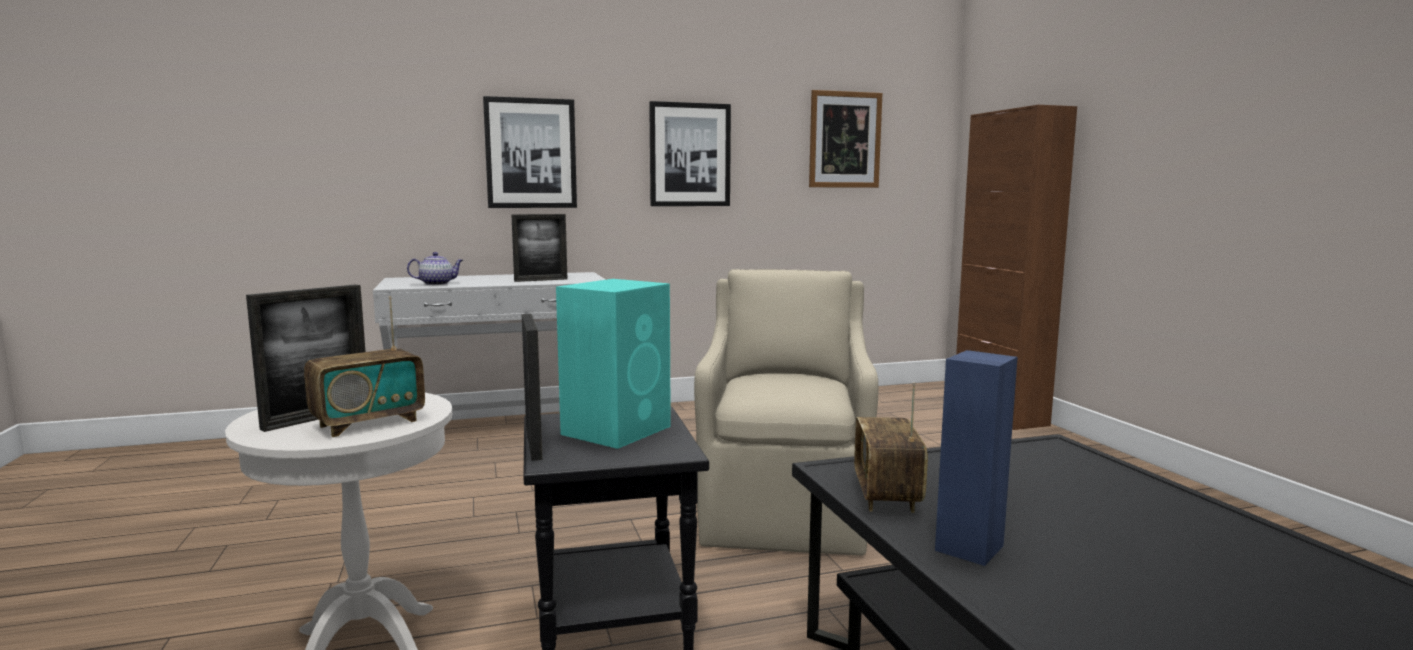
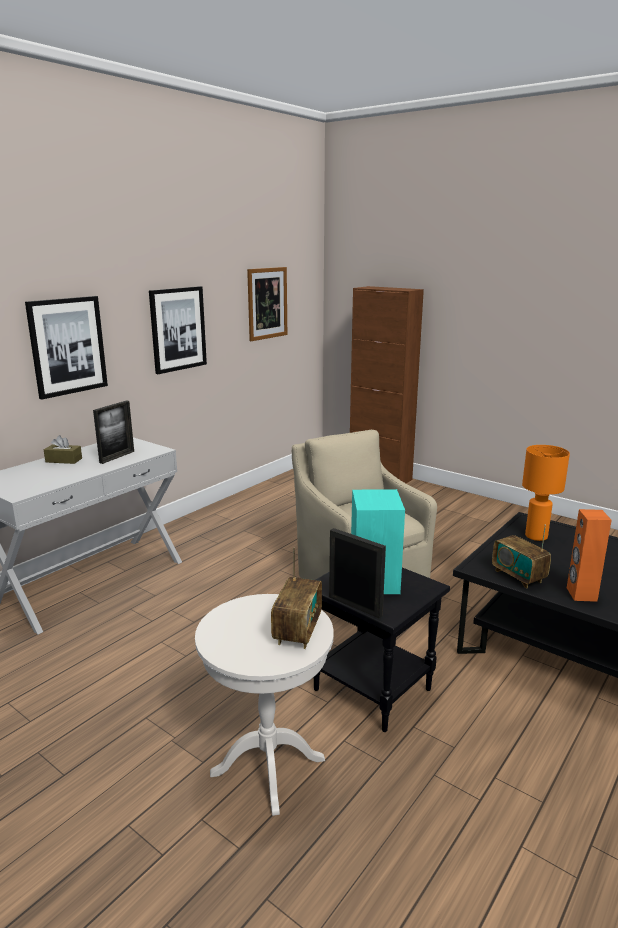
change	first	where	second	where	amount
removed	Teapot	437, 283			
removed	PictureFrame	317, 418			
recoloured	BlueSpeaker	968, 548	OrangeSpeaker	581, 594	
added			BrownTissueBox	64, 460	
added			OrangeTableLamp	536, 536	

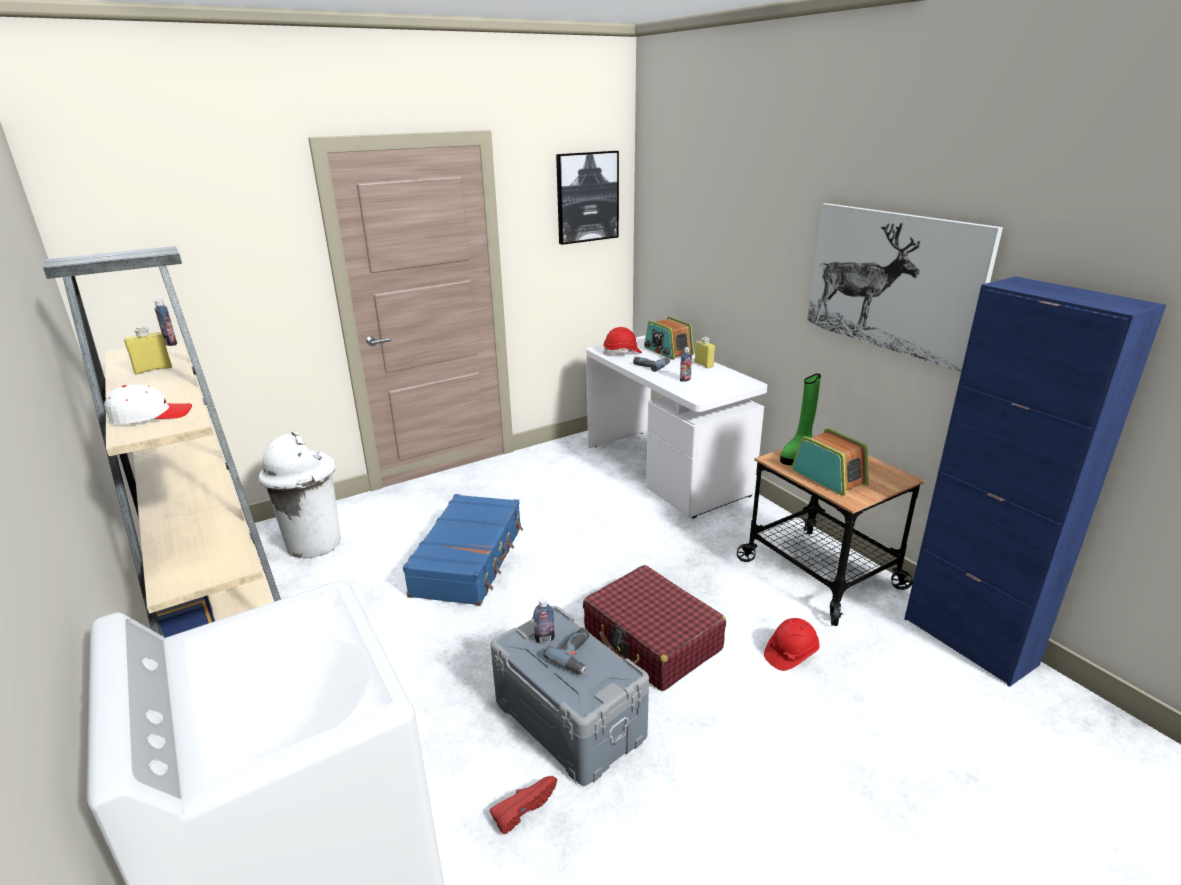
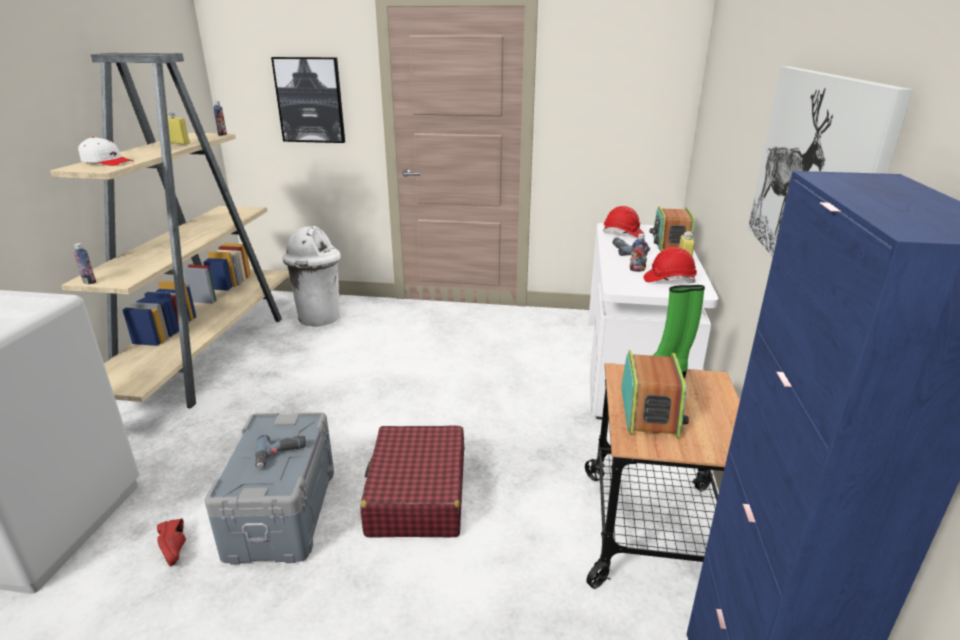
change	first	where	second	where	amount
moved	Picture	587, 197		310, 100	
removed	BlueSuitcase	469, 560			
moved	Bottle	545, 639		89, 282	
moved	RedHardHat	790, 654		669, 280	
turned	RedShoe	523, 807		177, 547	60 degrees clockwise

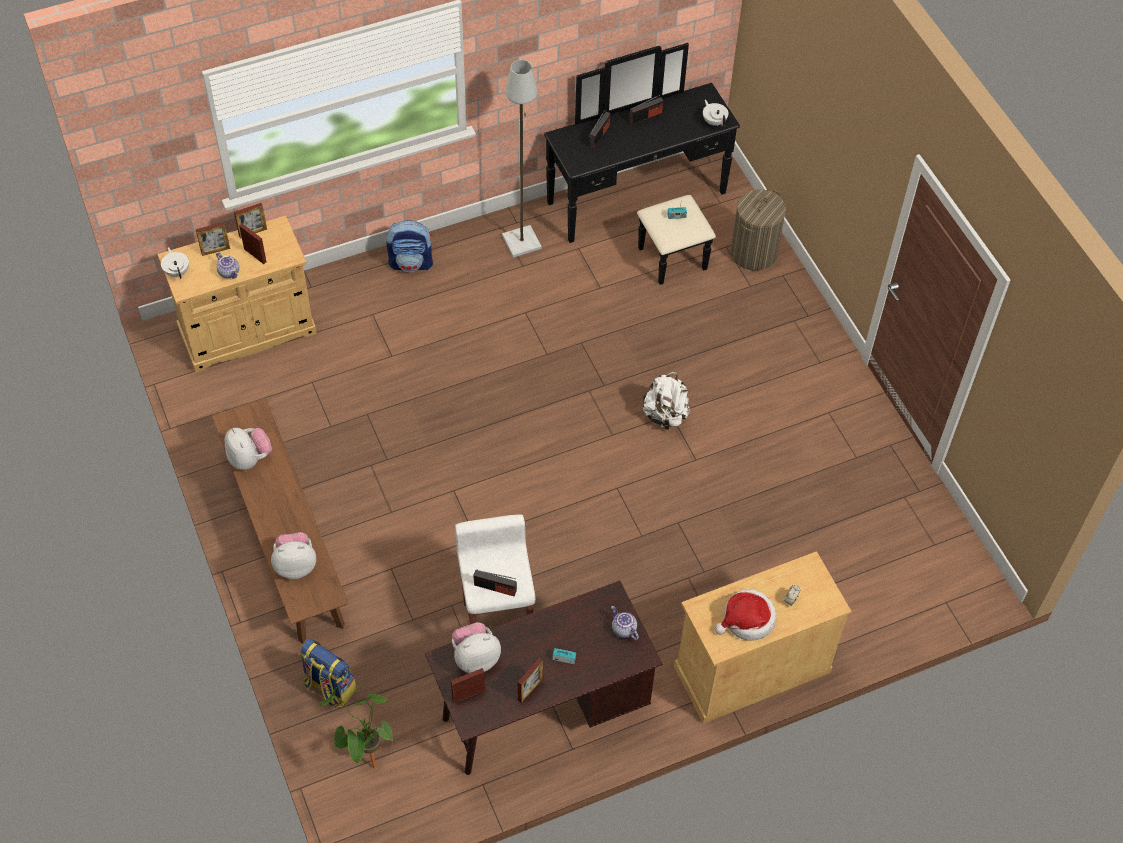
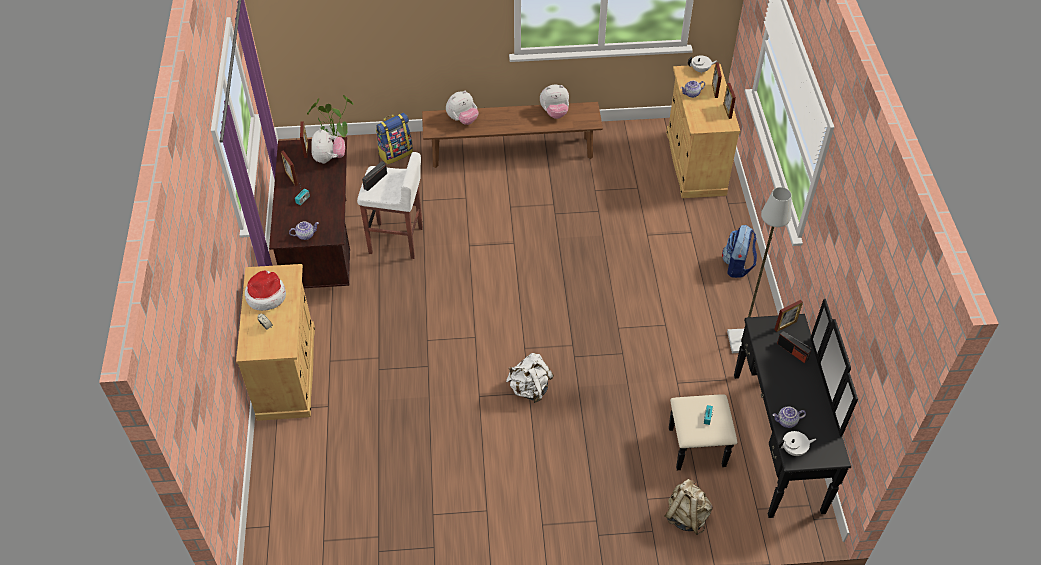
change	first	where	second	where	amount
removed	Radio	645, 116			
replaced	LaundryBasket	753, 253	BeigeBackpack	686, 515	
moved	PictureFrame	255, 255		785, 325	
turned	PlushToy	295, 565		462, 120	45 degrees clockwise
added			Teapot	786, 422	

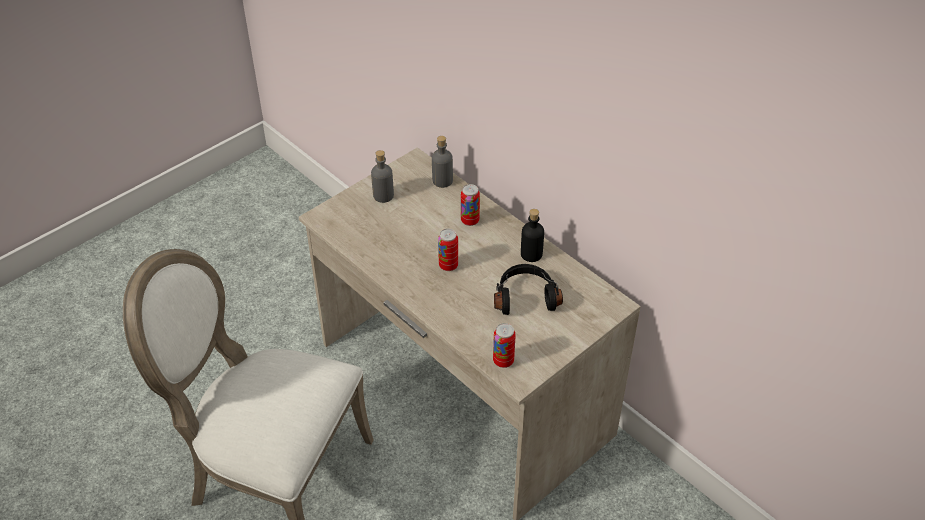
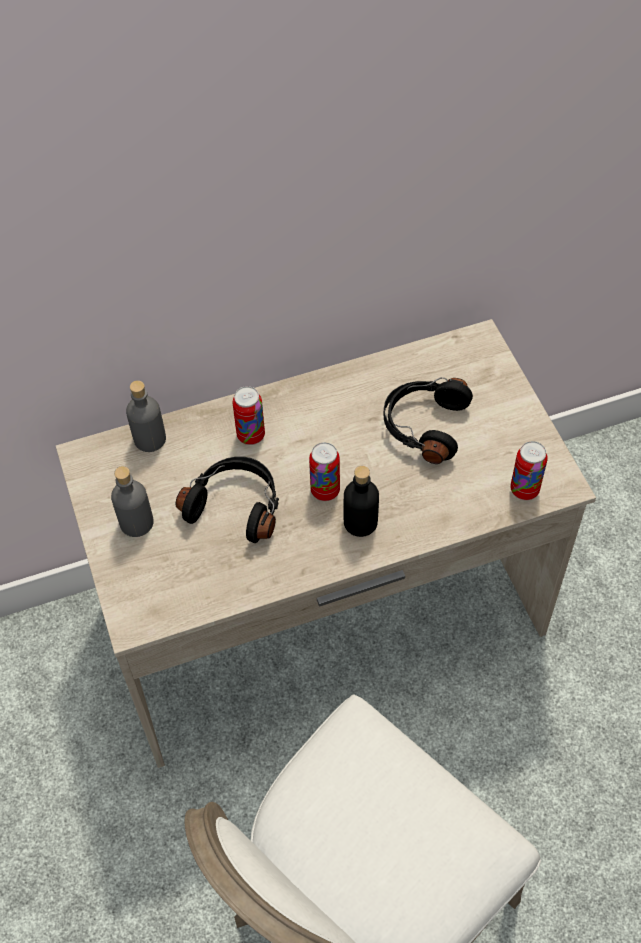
change	first	where	second	where	amount
moved	BlackBottle	531, 254		360, 522	
added			BlackHeadphones	236, 505	

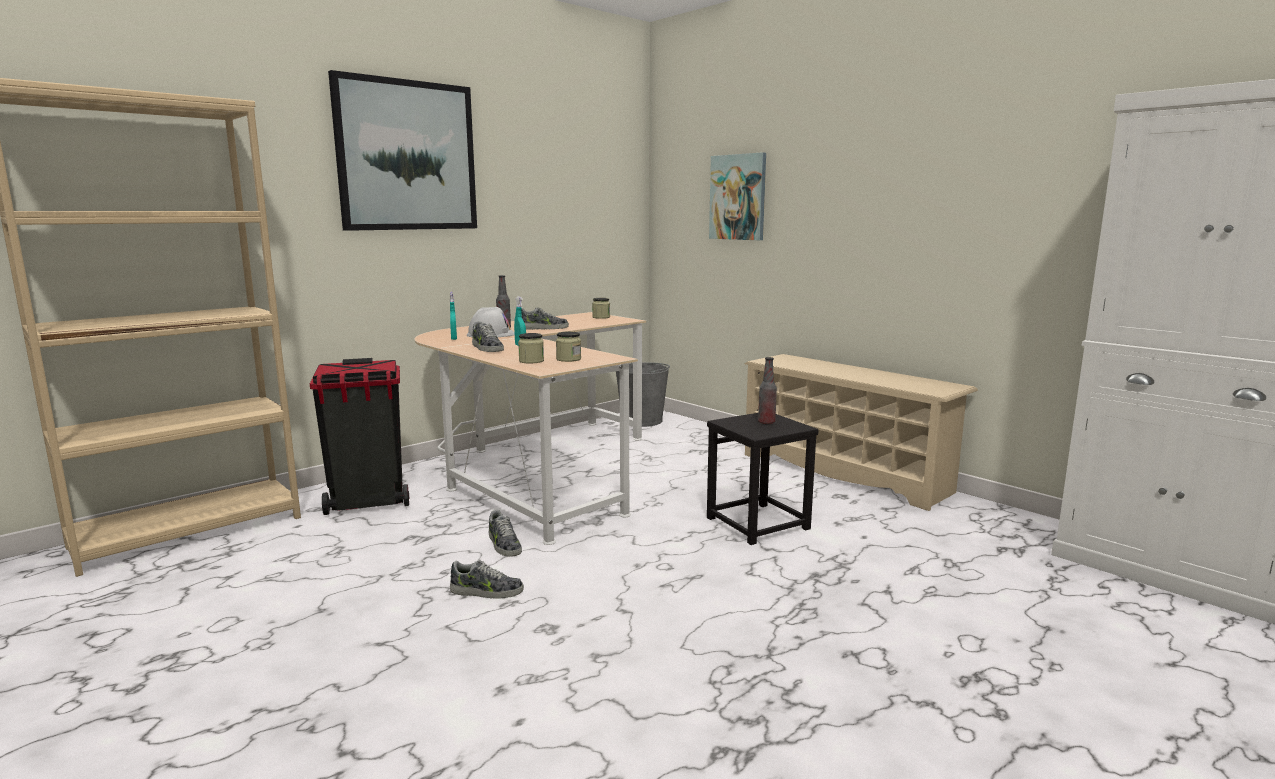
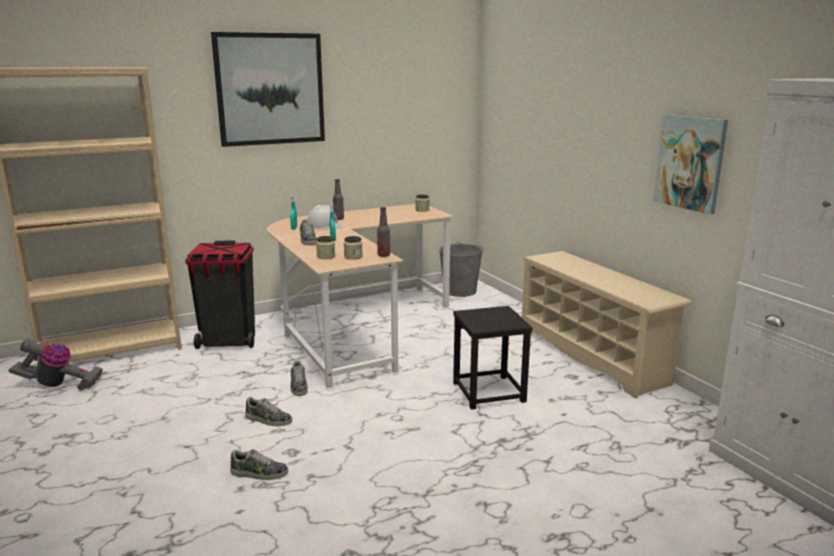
change	first	where	second	where	amount
moved	Picture	738, 197		690, 162	
moved	Shoe	544, 328		259, 473	
moved	Bottle	766, 422		383, 255	
added			VacuumCleaner	59, 385	

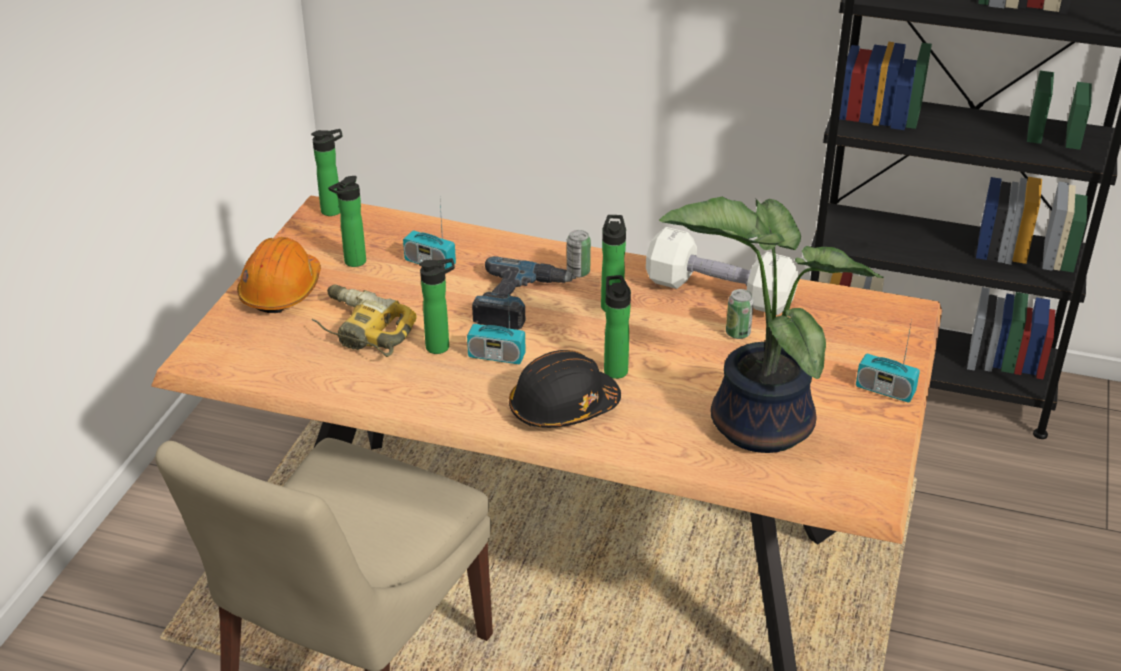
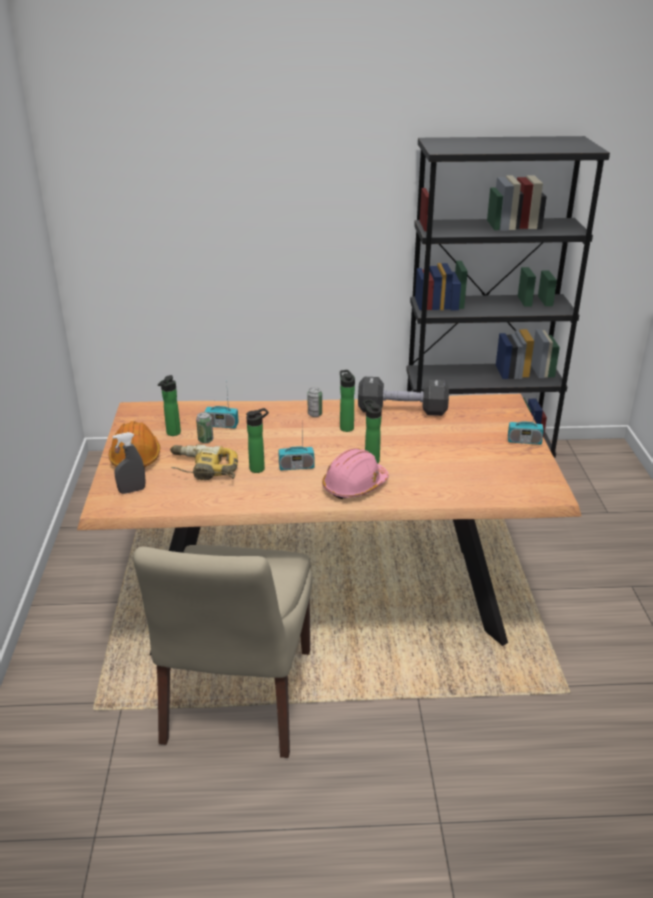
change	first	where	second	where	amount
removed	Bottle	334, 210			
removed	PottedPlant	755, 422			
recoloured	WhiteDumbbell	719, 293	BlackDumbbell	402, 410	
removed	PowerDrill	519, 301			
moved	Can	738, 333		205, 440	
recoloured	BlackHardHat	563, 408	PinkHardHat	354, 486	
added			GreySprayBottle	132, 490	

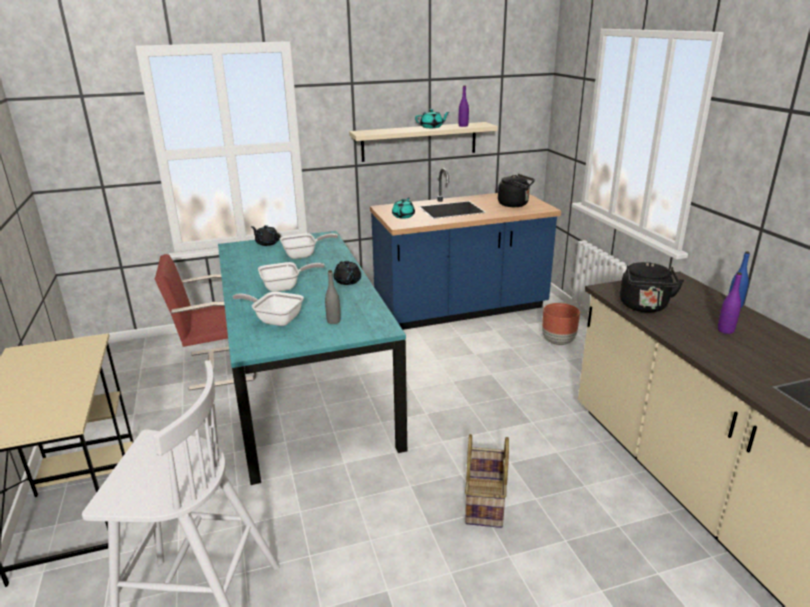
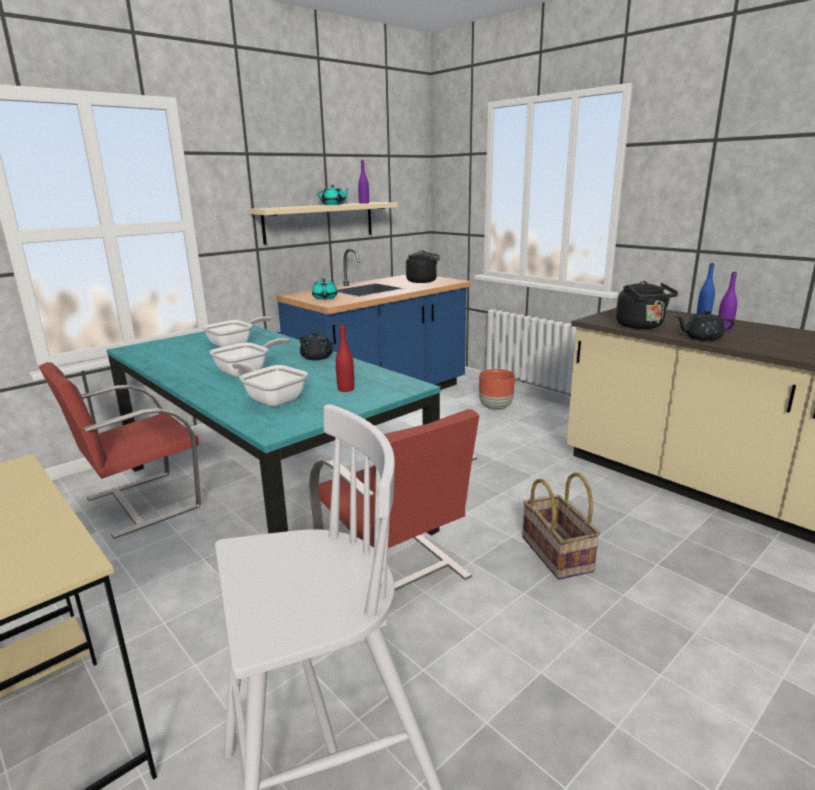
change	first	where	second	where	amount
moved	BlackTeapot	267, 243		702, 338	
recoloured	GreyBottle	333, 321	RedBottle	346, 389	
turned	FryingPan	275, 320		272, 399	45 degrees clockwise
added			RedChair	395, 575	

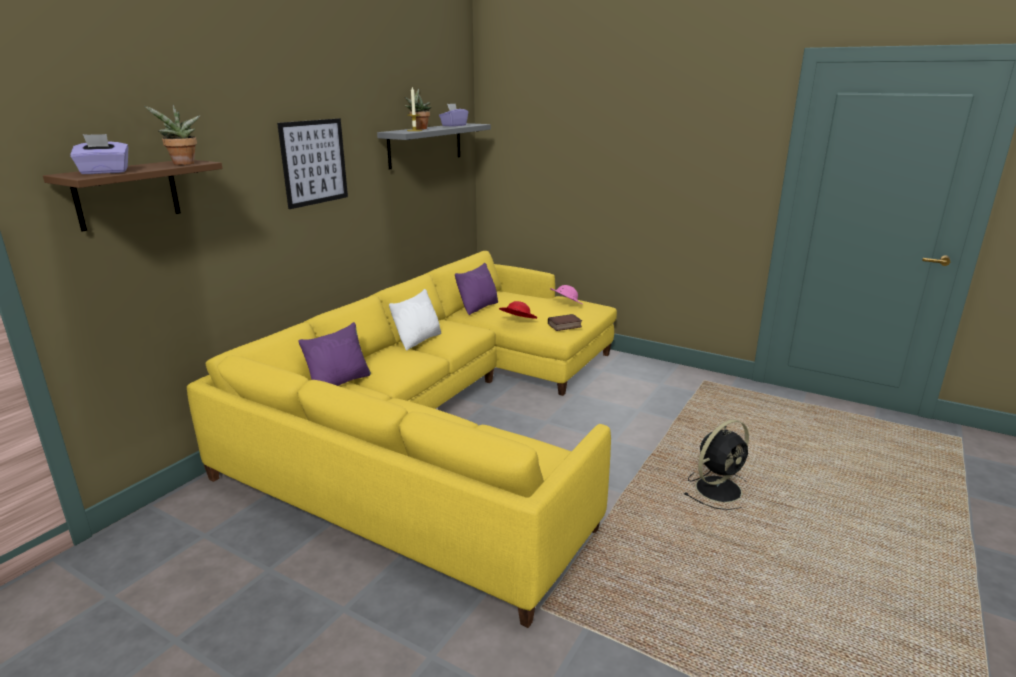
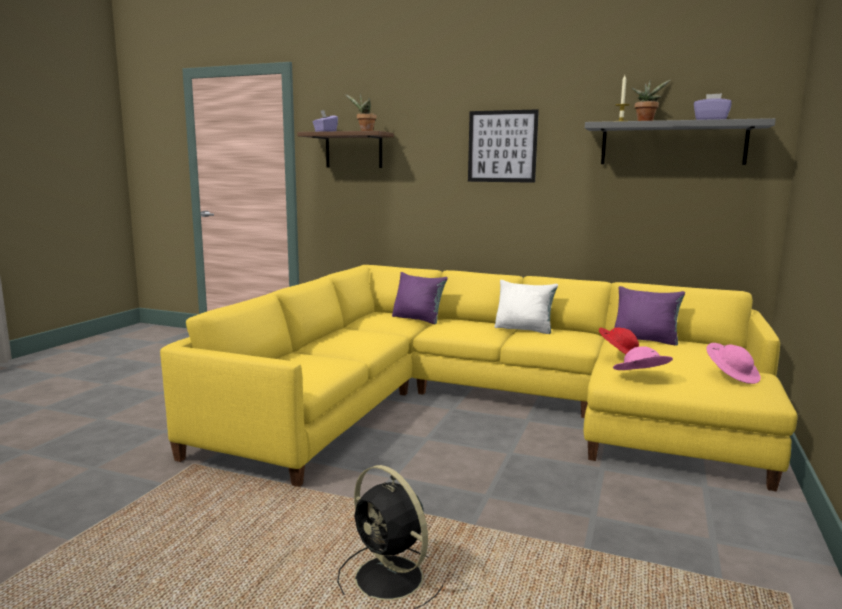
change	first	where	second	where	amount
replaced	Book	564, 326	PinkHat	640, 377	

